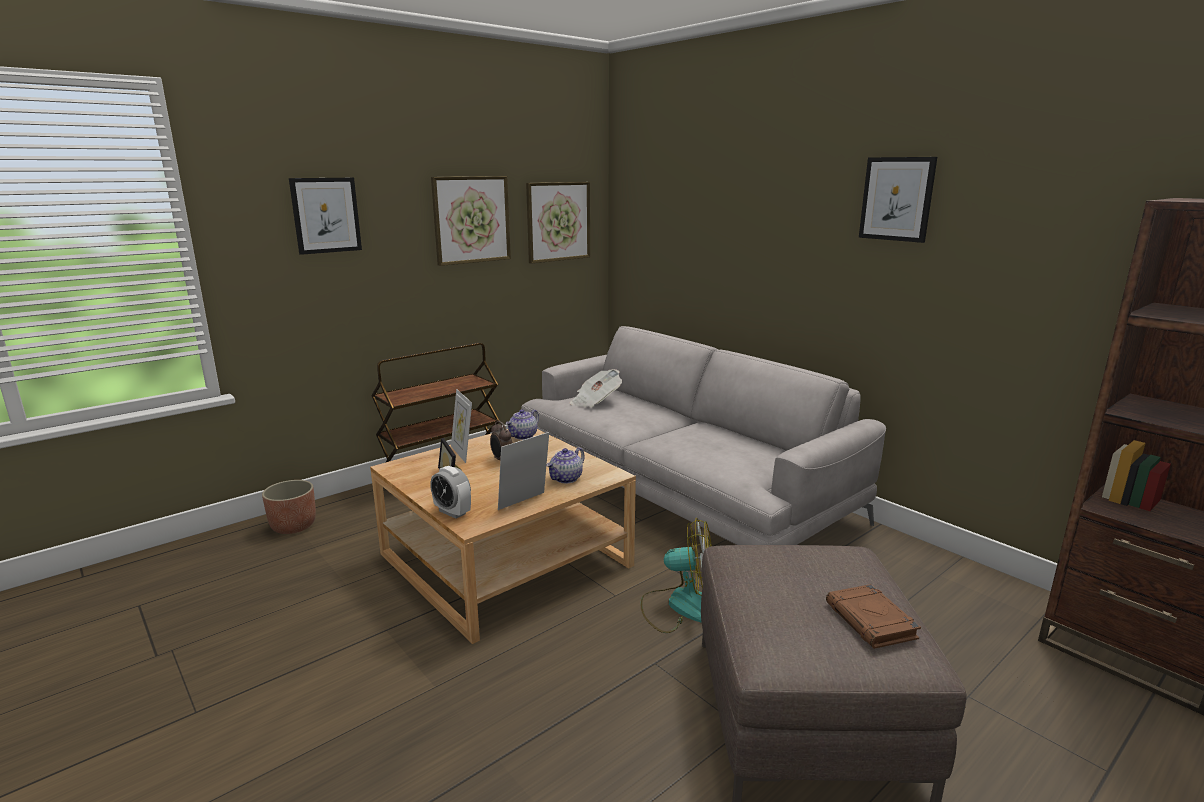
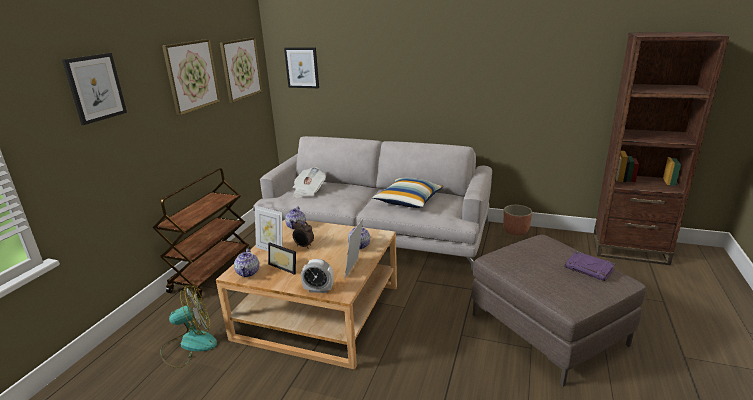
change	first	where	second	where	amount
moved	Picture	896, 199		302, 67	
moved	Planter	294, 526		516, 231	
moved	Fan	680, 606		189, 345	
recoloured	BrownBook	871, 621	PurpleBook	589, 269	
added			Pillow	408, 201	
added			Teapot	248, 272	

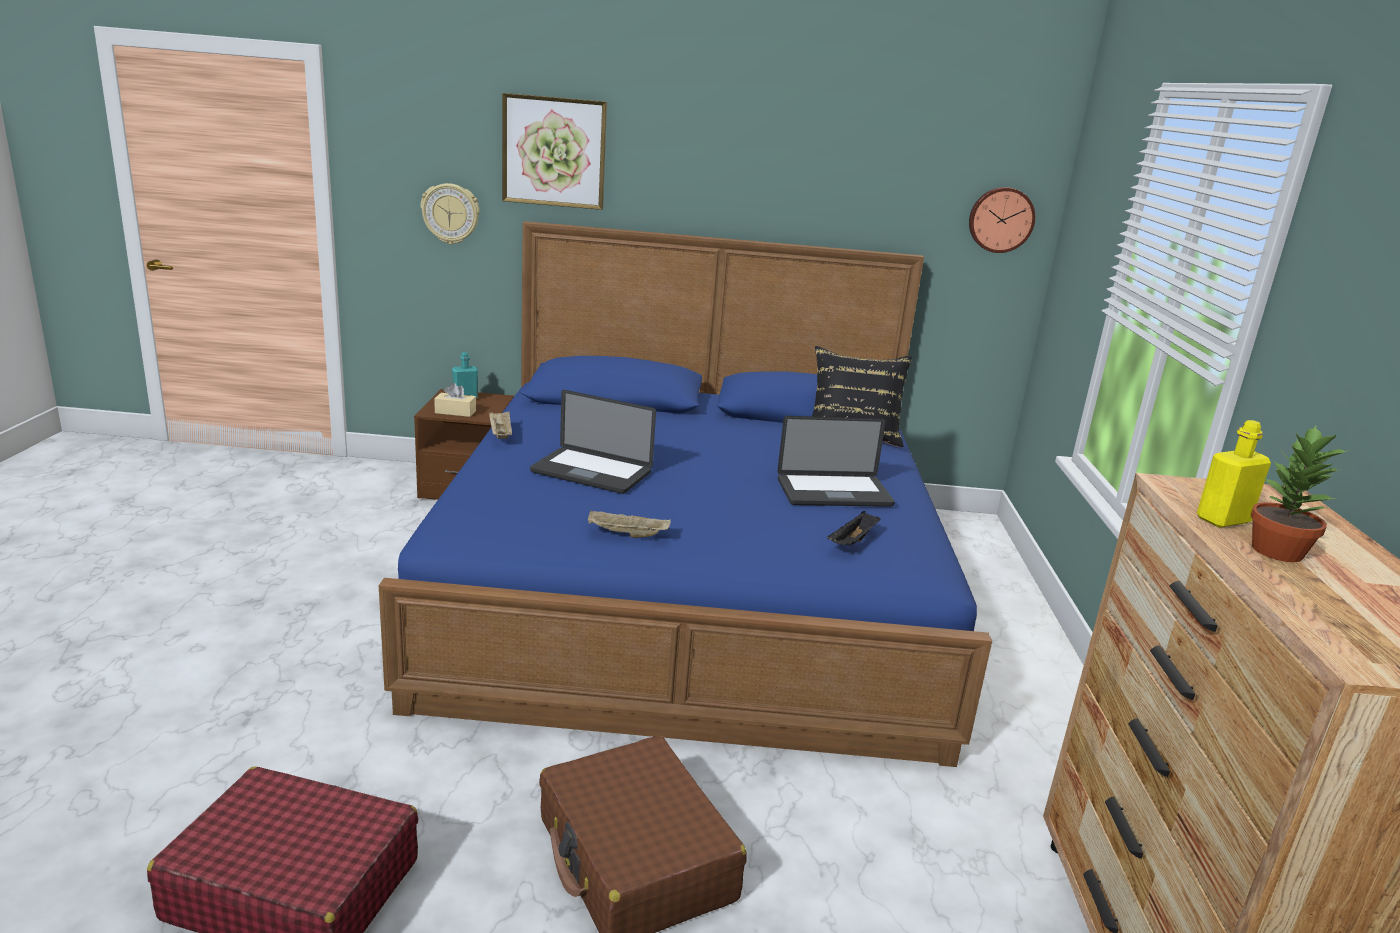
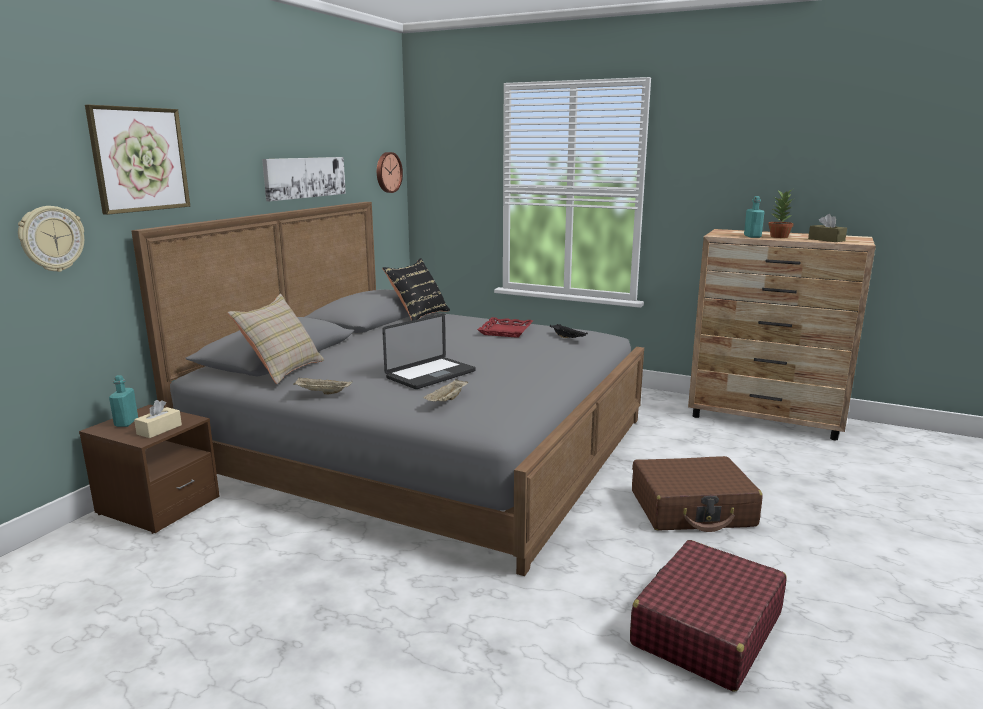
change	first	where	second	where	amount
recoloured	BlueBed	690, 586	GreyBed	425, 445	
replaced	Laptop	834, 493	RedTray	505, 331	
recoloured	YellowBottle	1222, 520	TurquoiseBottle	752, 236	
moved	BeigeTray	626, 535		447, 401	
added			Picture	305, 177	
added			BrownTissueBox	826, 240	
added			BeigePillow	282, 370	

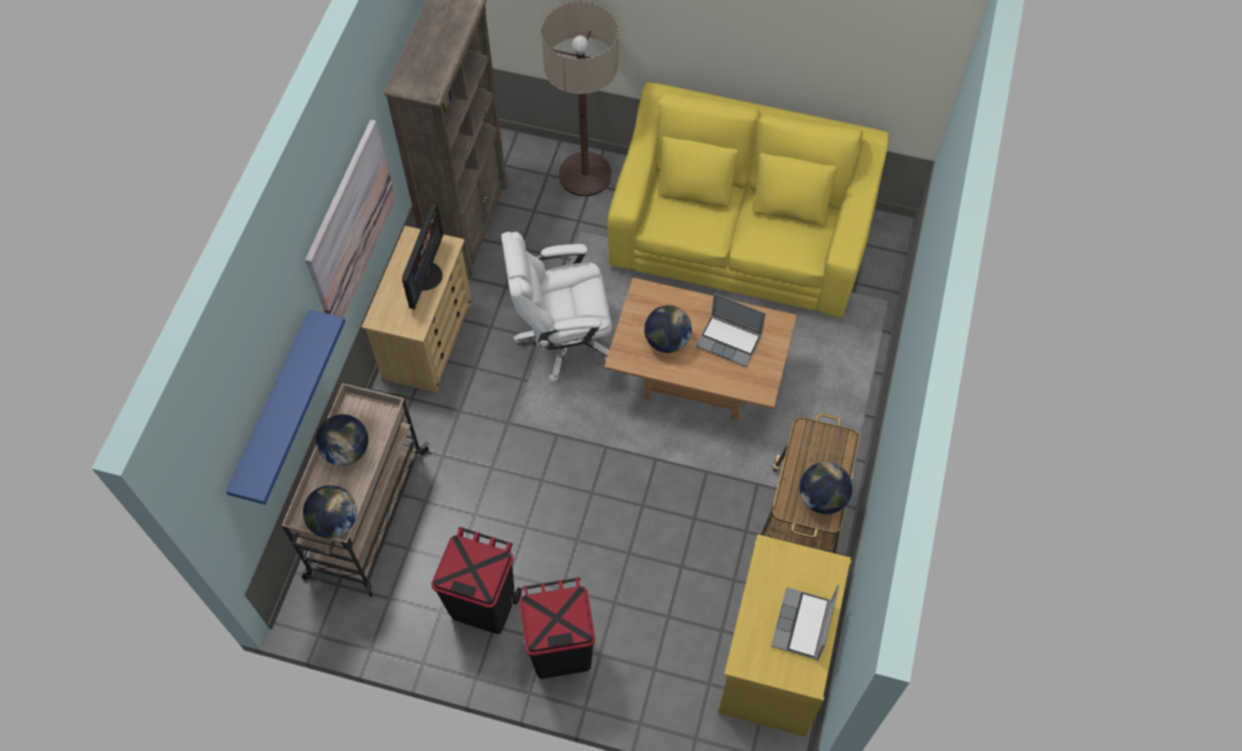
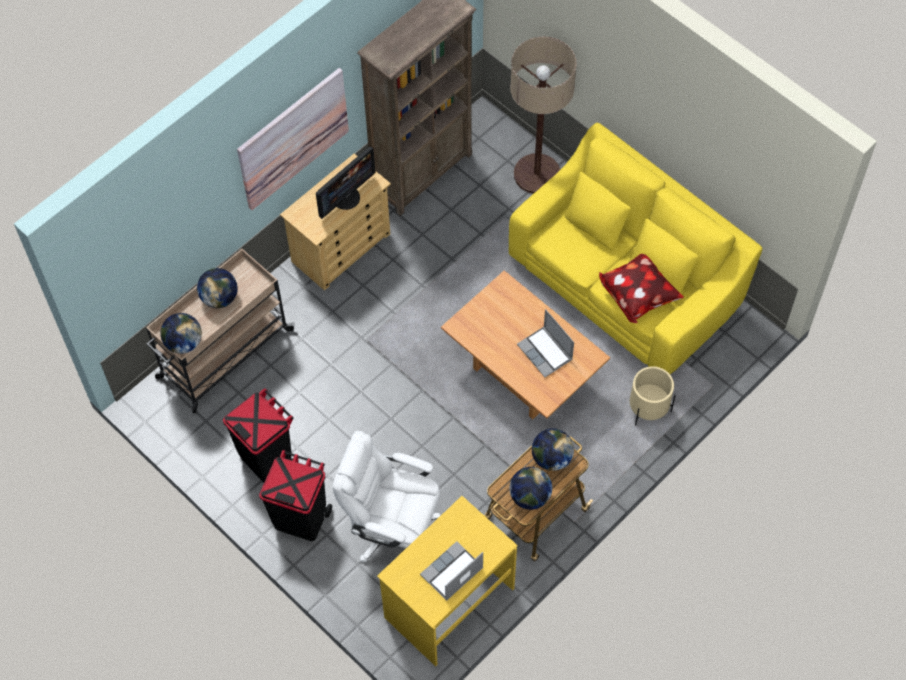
change	first	where	second	where	amount
moved	WhiteOfficeChair	563, 338		392, 527	
moved	Globe	667, 341		551, 458	
removed	BlueShelf	273, 407			
added			Pillow	638, 295	
added			BeigePlanter	648, 409	

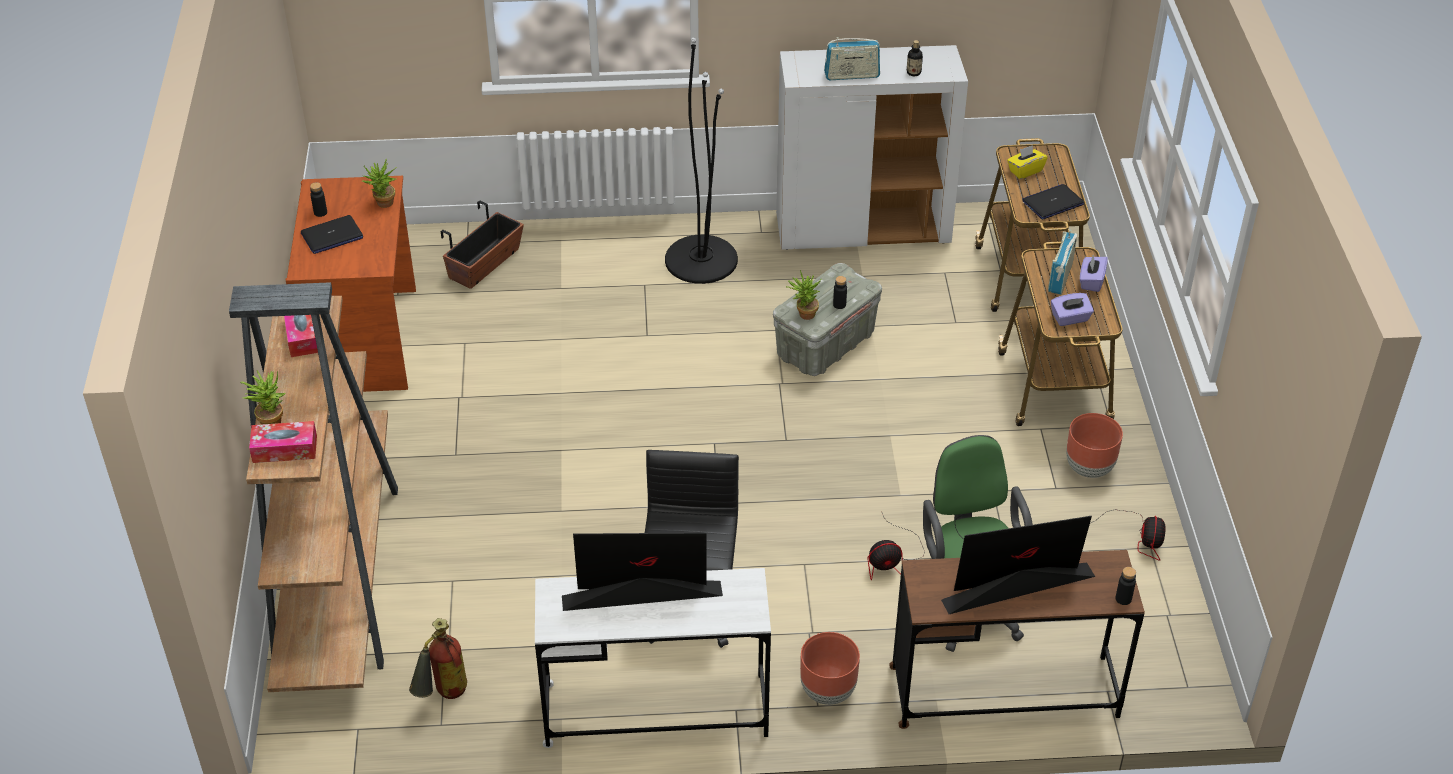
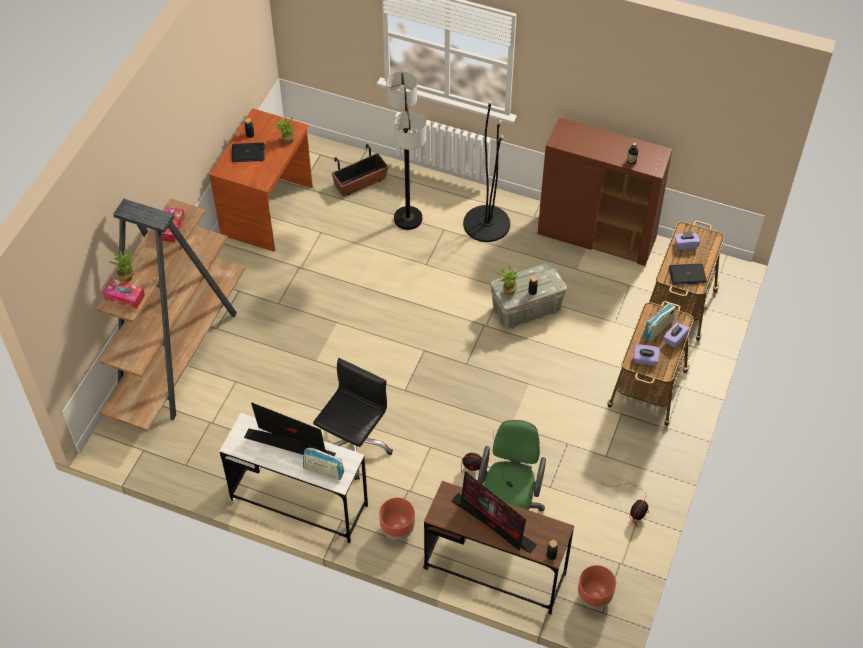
change	first	where	second	where	amount
moved	Radio	852, 75		323, 471	
recoloured	WhiteCabinet	863, 230	BrownCabinet	597, 237	
recoloured	YellowTissueBox	1025, 171	PurpleTissueBox	685, 245	
moved	BrownPlanter	1089, 468		594, 598	
turned	Monitor	1016, 588		494, 523	150 degrees counterclockwise
removed	FireExtinguisher	443, 697			
added			FloorLamp	408, 219	

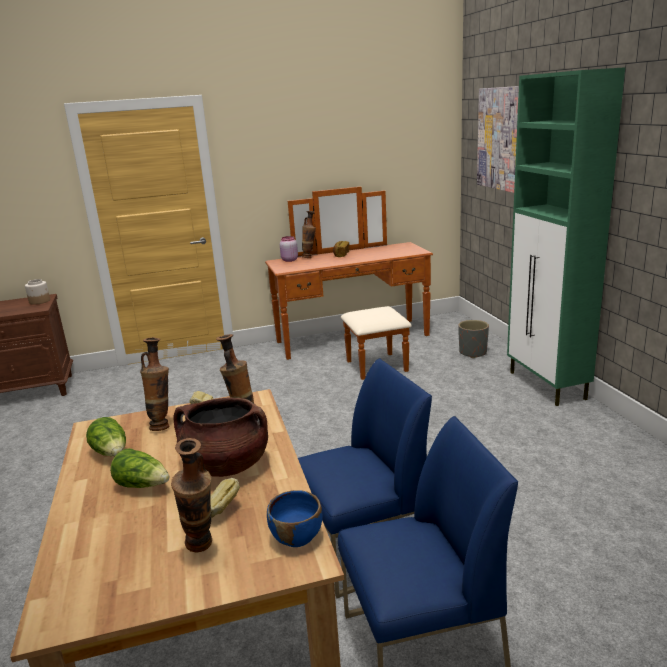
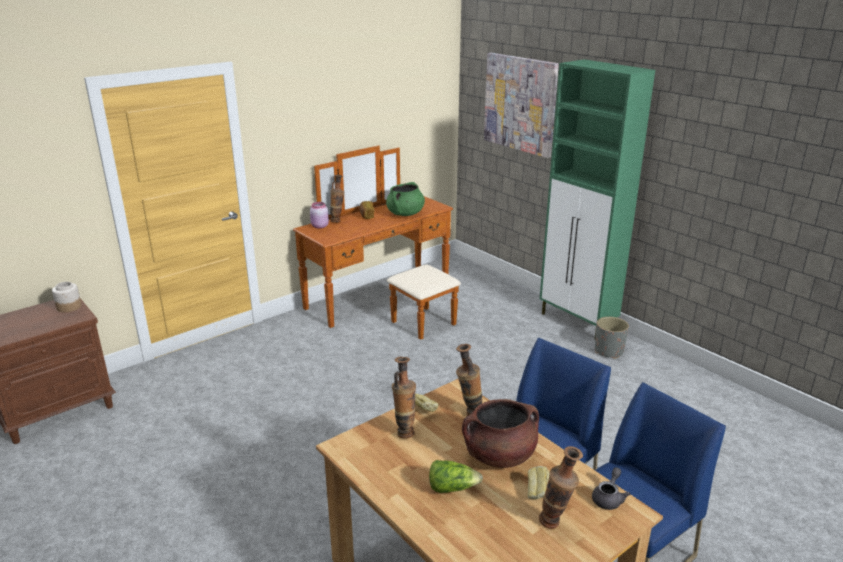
change	first	where	second	where	amount
moved	GreyPlanter	472, 353		608, 351	
removed	Lettuce	111, 452			
replaced	BlueBowl	297, 536	GreyTeapot	609, 498	
added			GreenCookingPot	405, 214	

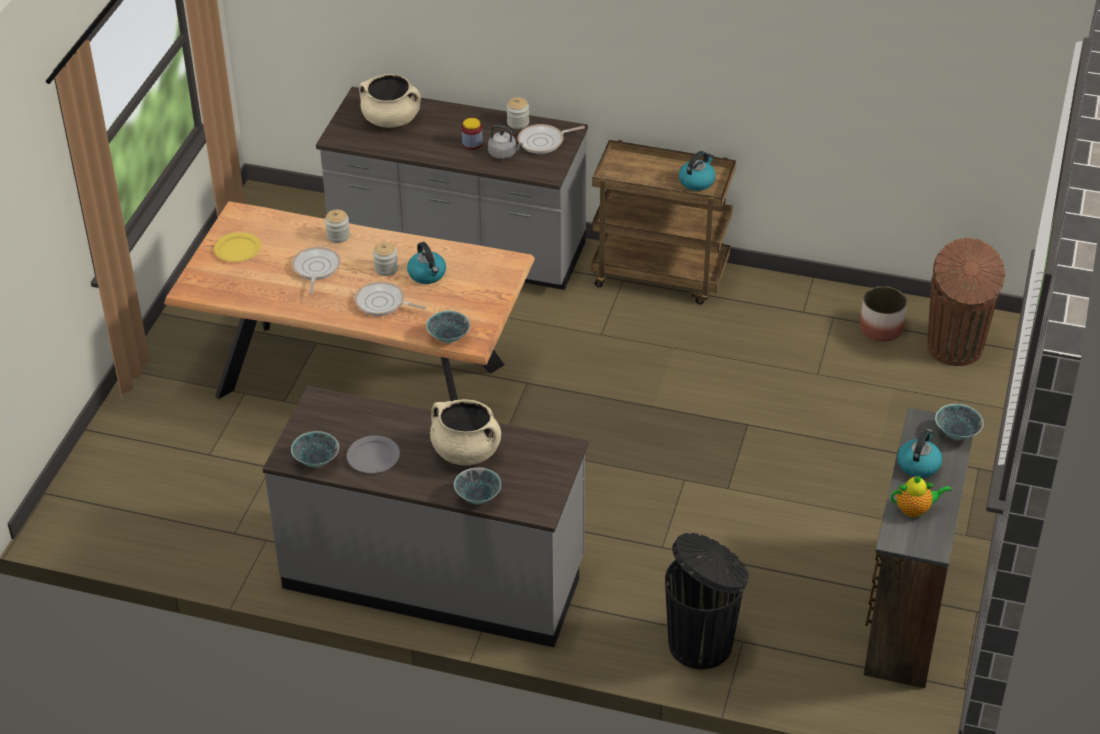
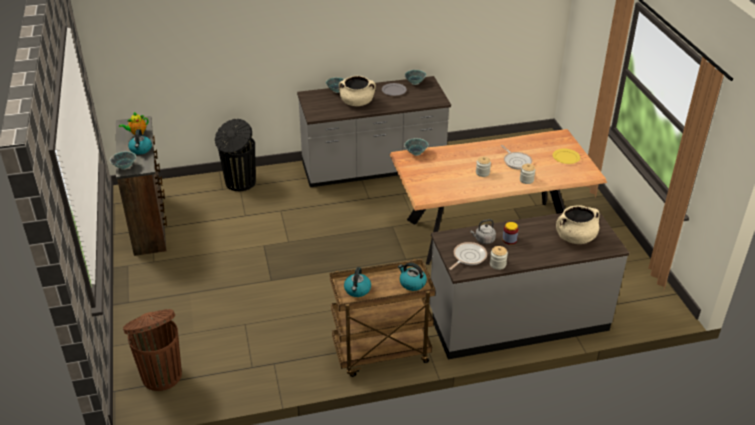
change	first	where	second	where	amount
moved	Kettle	427, 274		412, 283	
removed	FryingPan	383, 303			
removed	Planter	880, 328			

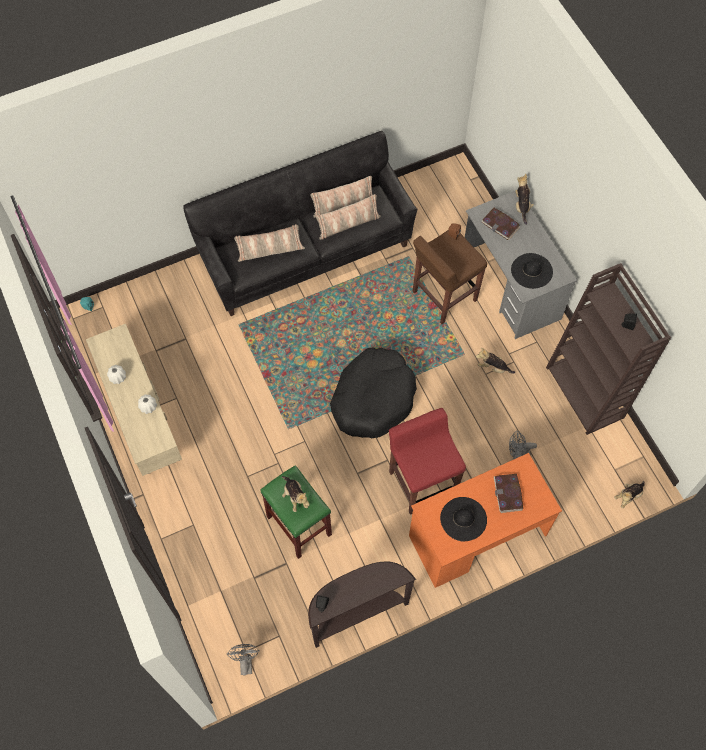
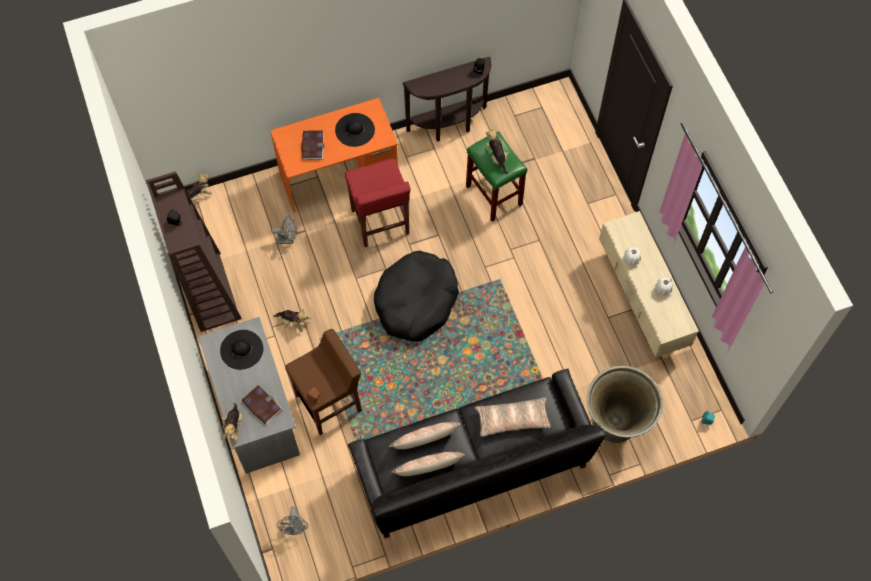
change	first	where	second	where	amount
moved	GreyFan	245, 661		295, 528	
added			GreyPlanter	615, 424	

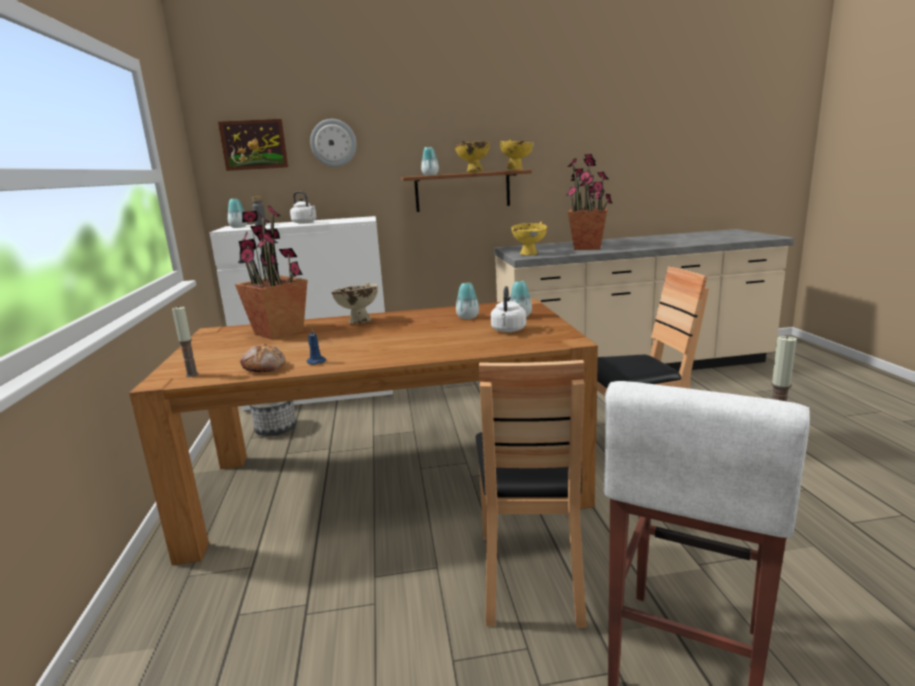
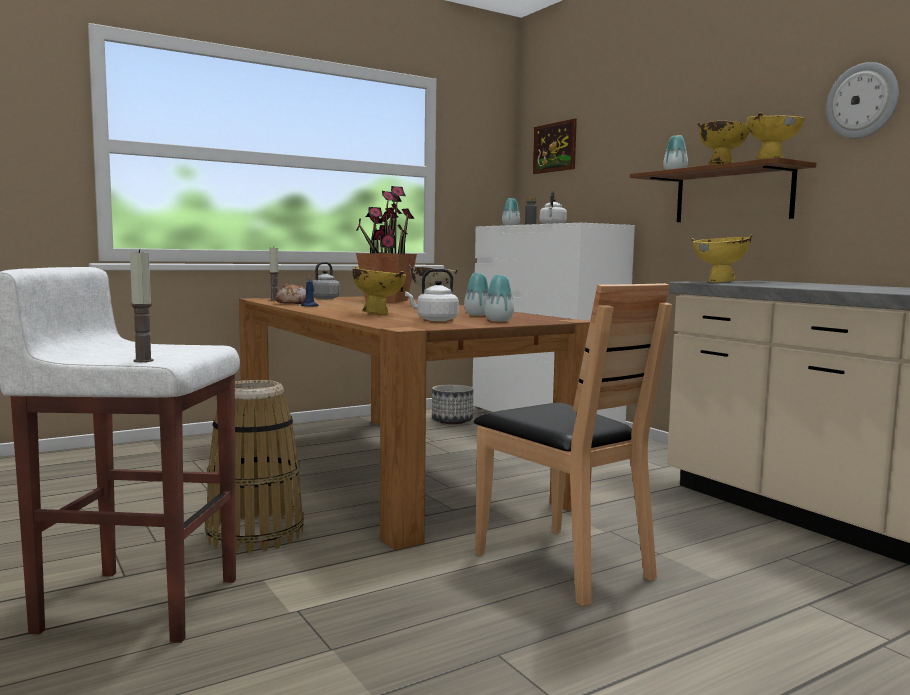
change	first	where	second	where	amount
moved	WallClock	333, 143		862, 101	
removed	PottedPlant	587, 248			
replaced	BrownChair	532, 575	Basket	255, 533	
added			GreyKettle	323, 299	
added			YellowBowl	378, 314	

